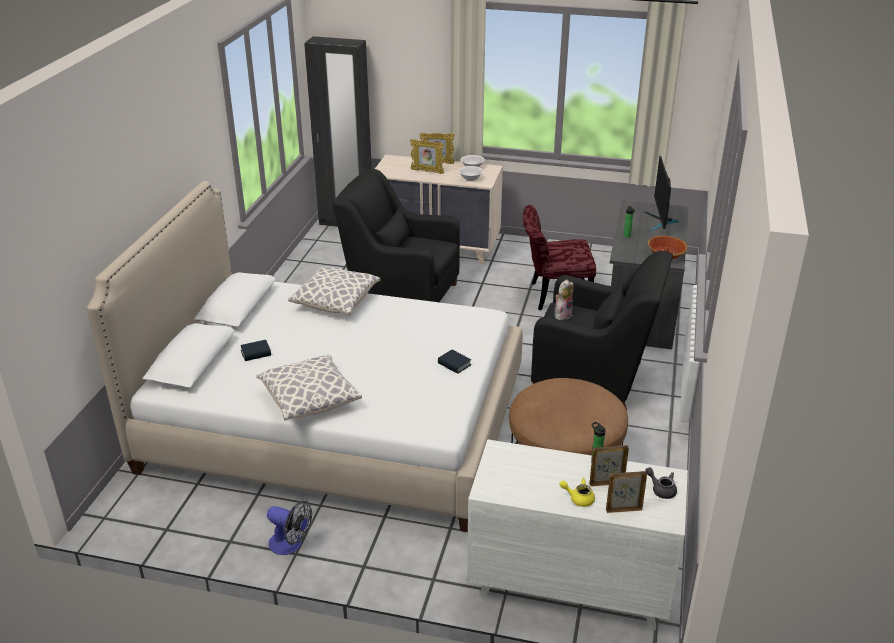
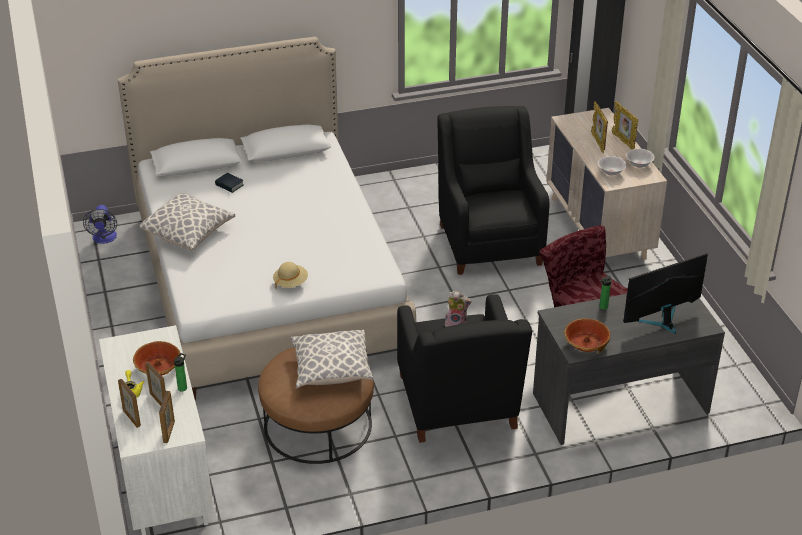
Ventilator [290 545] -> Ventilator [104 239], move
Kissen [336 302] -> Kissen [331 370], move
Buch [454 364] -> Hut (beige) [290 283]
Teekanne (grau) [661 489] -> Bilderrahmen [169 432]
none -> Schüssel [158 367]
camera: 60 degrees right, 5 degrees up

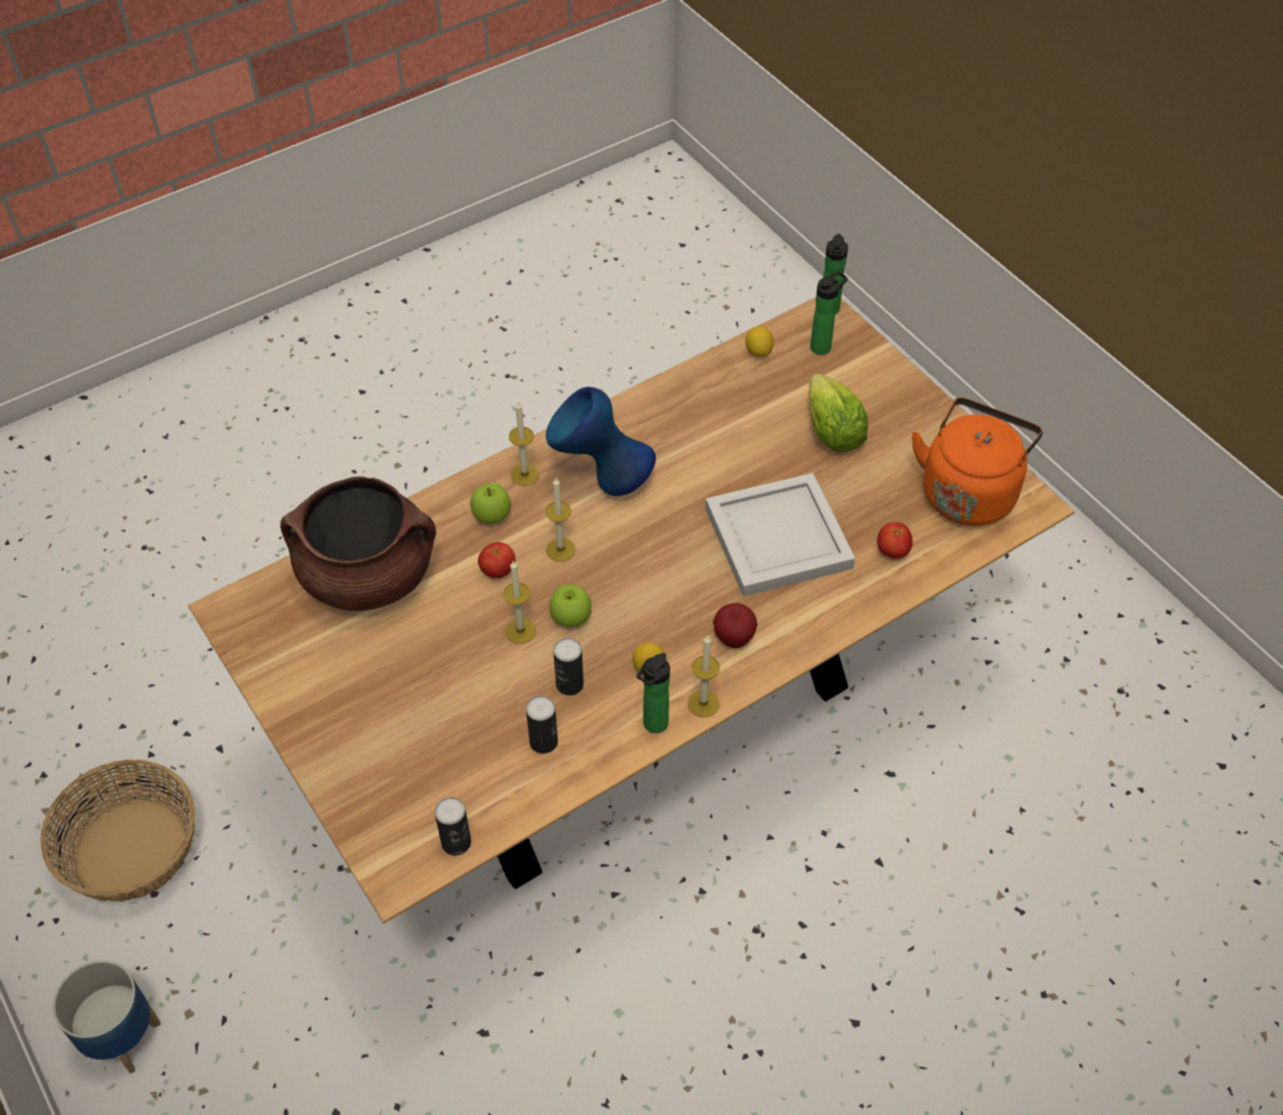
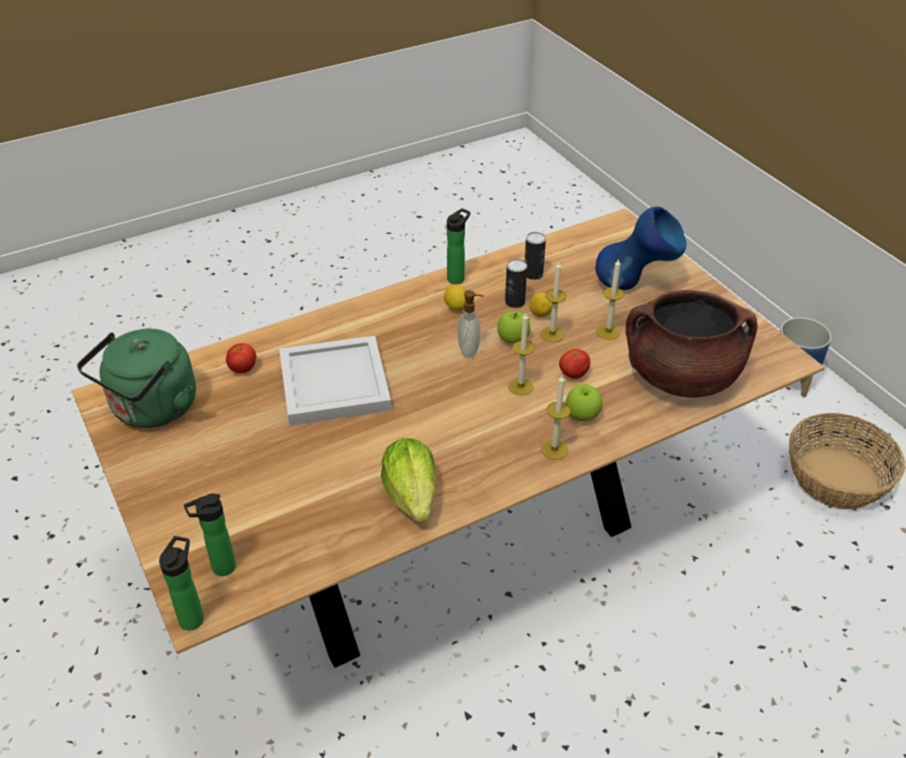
Dose [456 842] -> none
Vase (blau) [601 481] -> Vase (blau) [636 286], move
Kerze [703 703] -> Kerze [608 331], move
Apfel [733 639] -> none
Zitrone [758 351] -> Zitrone [540 314], move
Salatkopf [832 432] -> Salatkopf [412 496], move
Wasserkessel (orange) [969 491] -> Wasserkessel (grün) [151 410]
none -> Seifenspender [469 350]
camera: 175 degrees left, 10 degrees down

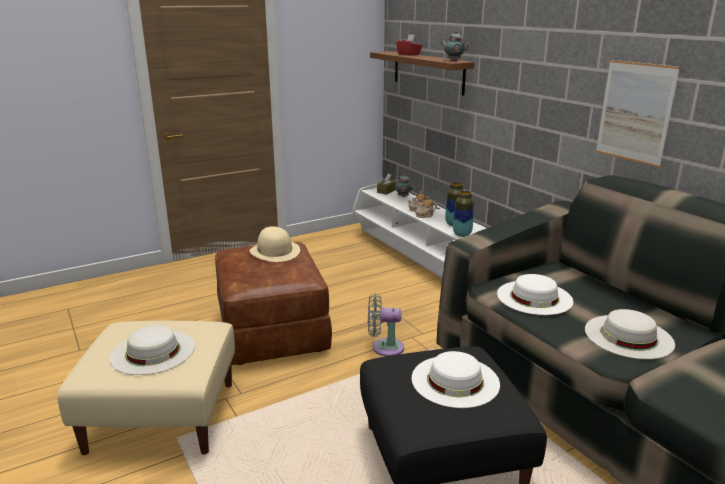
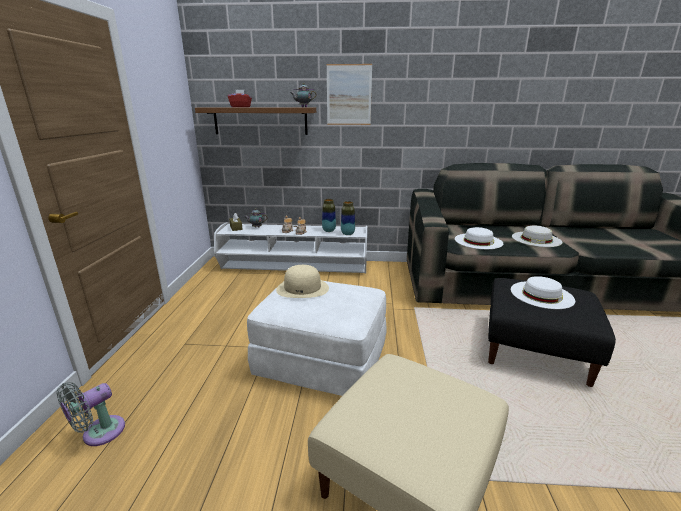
Hut (weiß) [153 351] -> none
Polsterhocker (braun) [271 331] -> Polsterhocker (weiß) [320 361]
Ventilator (grau) [384 347] -> Ventilator (grau) [99 433], move
Bild [635 112] -> Bild [349 95], move
camera: 55 degrees left, 0 degrees up

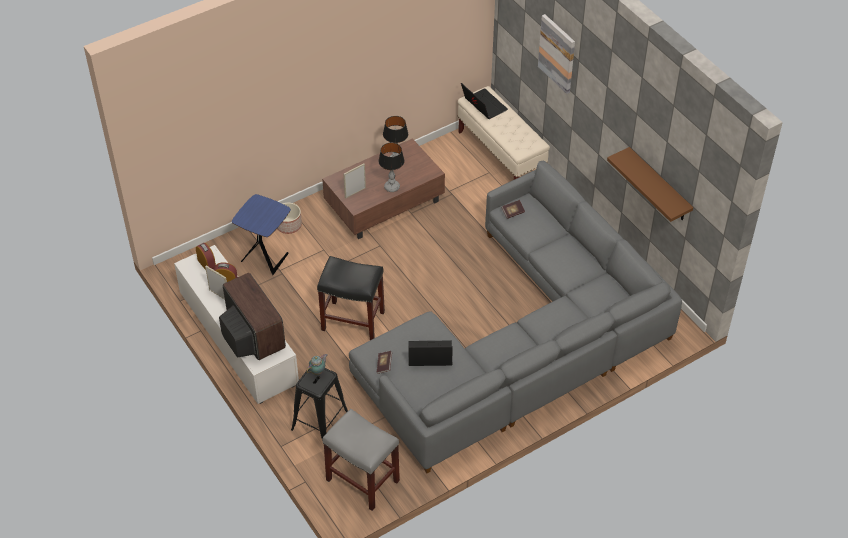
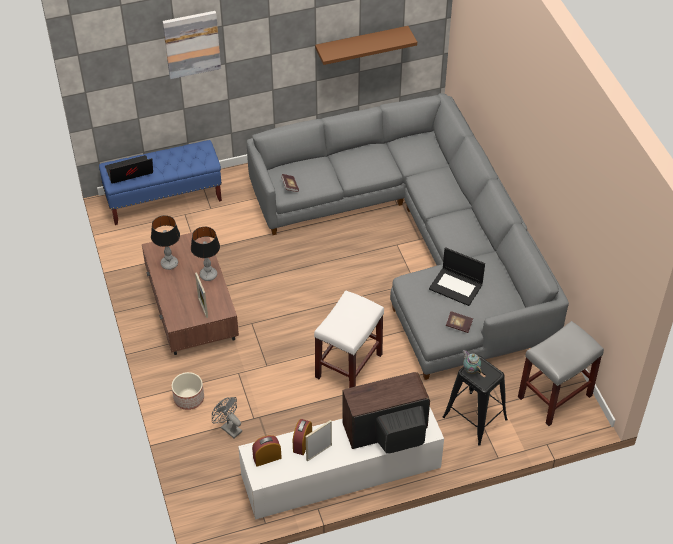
Beistelltisch (blau) [266 257] -> Ventilator (grau) [228 428]
Hocker (schwarz) [353 320] -> Hocker (weiß) [348 365]
Laptop [429 354] -> Laptop [456 286], 75 degrees counterclockwise
Bank (beige) [501 155] -> Bank (blau) [164 199]
camera: 75 degrees left, 0 degrees up

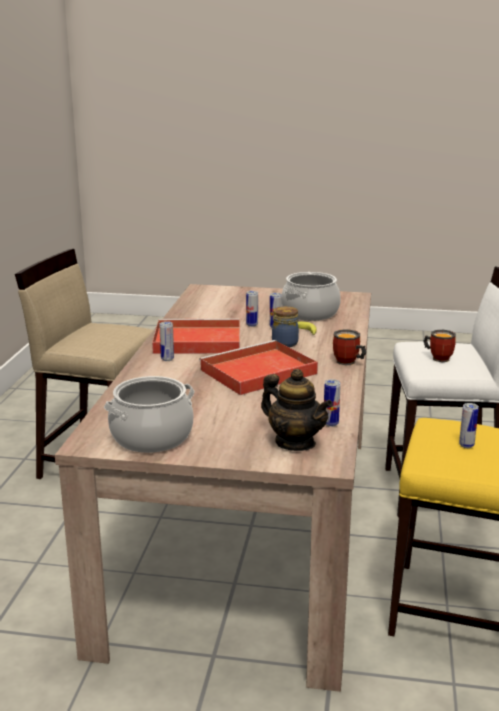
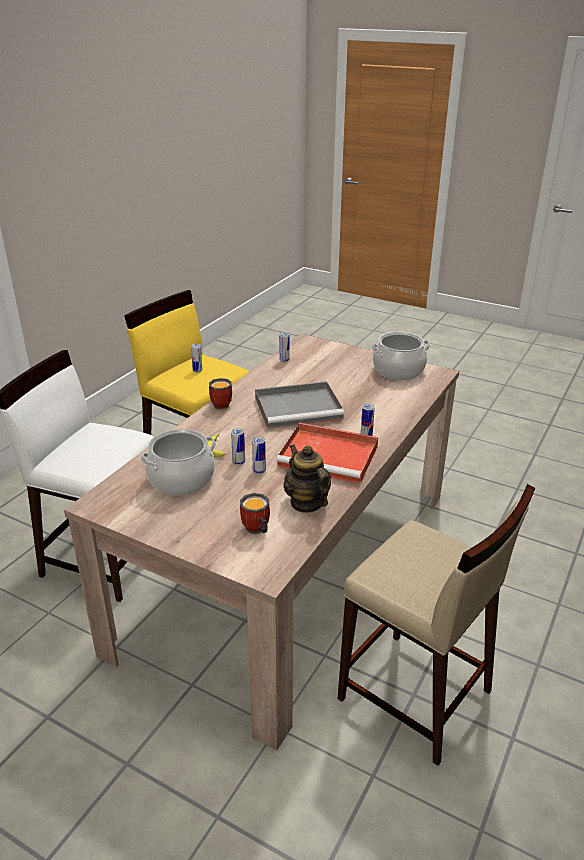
Tablett (rot) [257 372] -> Tablett (grau) [300 408]
Teekanne [295 443] -> Teekanne [306 503], move
Vorratsglas [284 343] -> none
Henkelbecher [438 357] -> Henkelbecher [255 530], move
camera: 160 degrees left, 10 degrees up

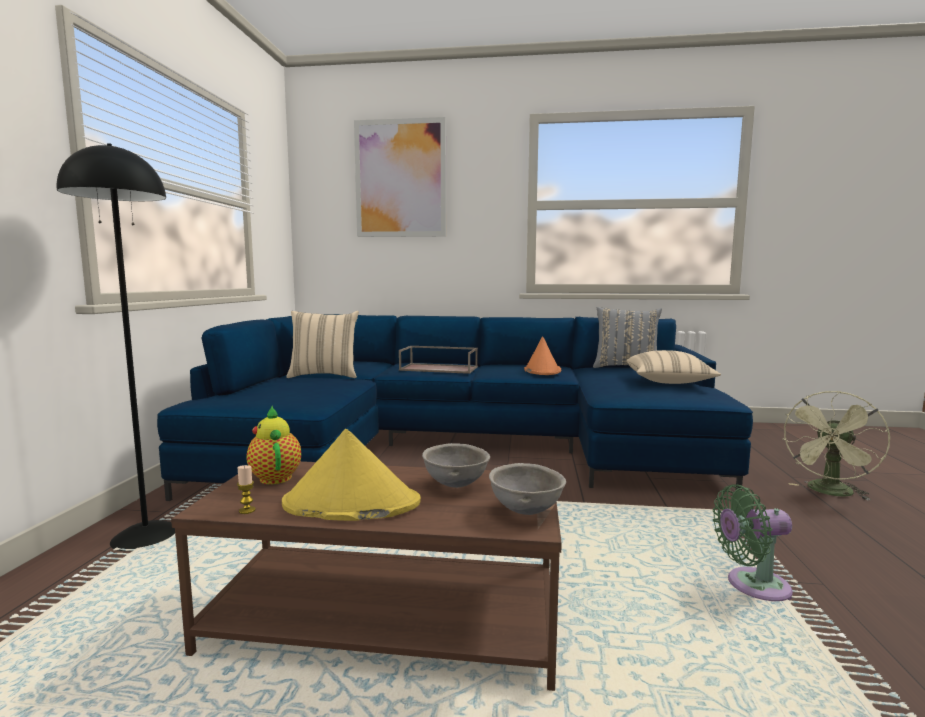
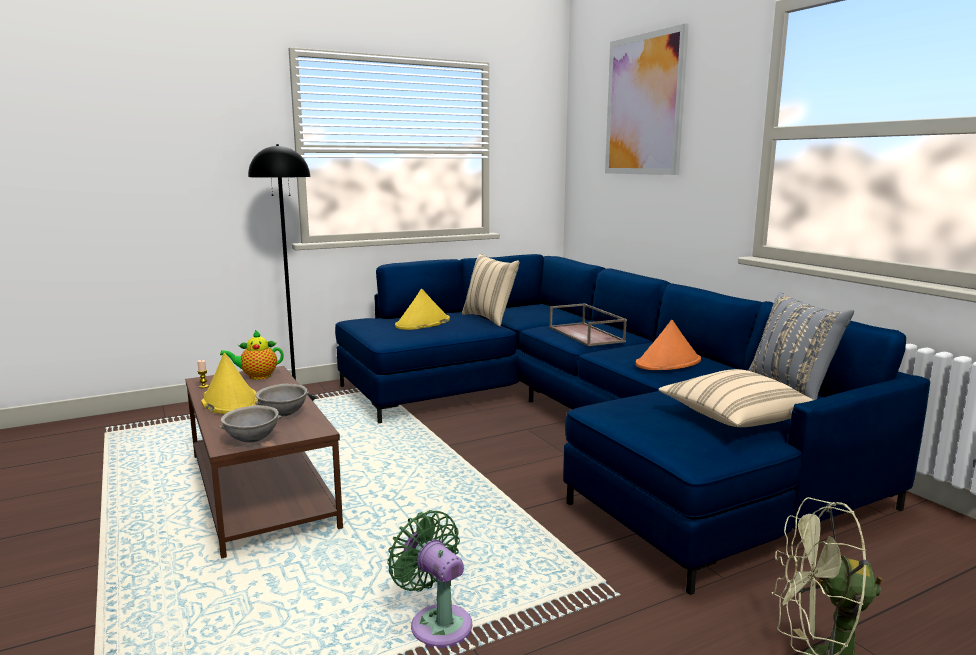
Teekanne [275 477] -> Teekanne [257 376], 135 degrees counterclockwise
none -> Hut (gelb) [422 323]
camera: 55 degrees right, 5 degrees up

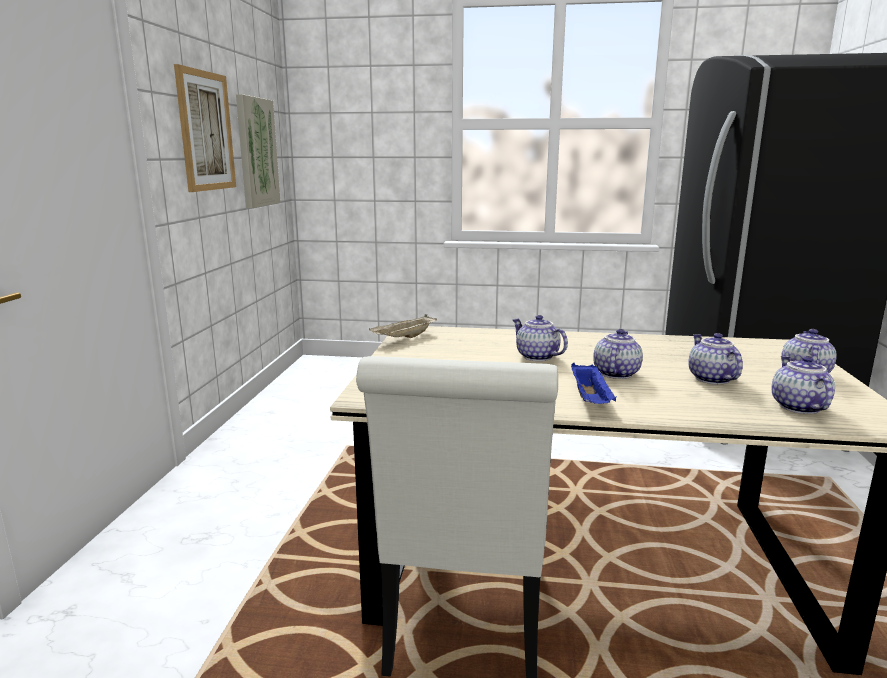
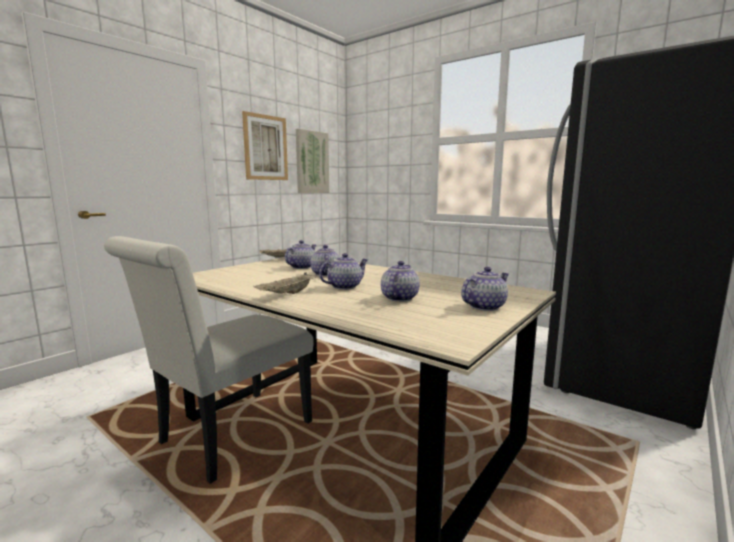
Tablett (blau) [590 400] -> Tablett (beige) [287 294]
Teekanne [797 407] -> Teekanne [301 267], move
camera: 30 degrees right, 5 degrees down

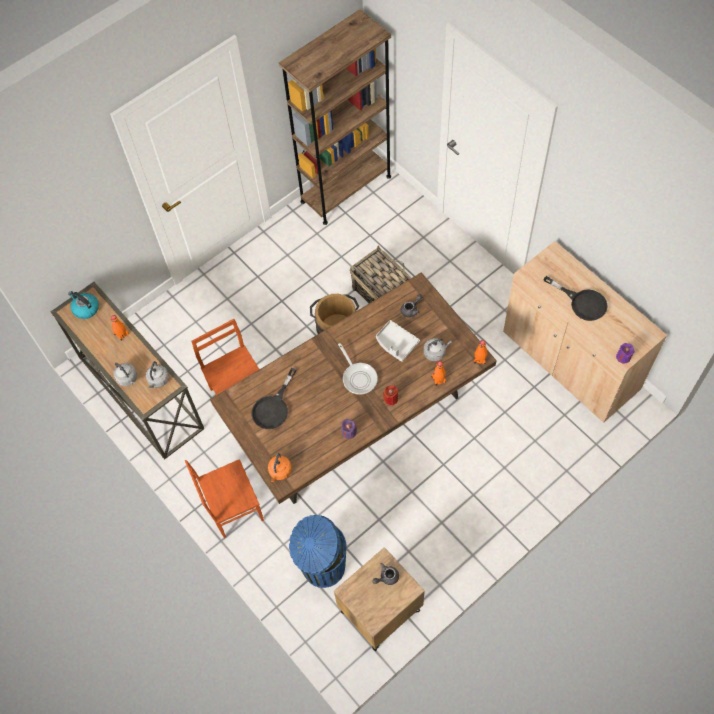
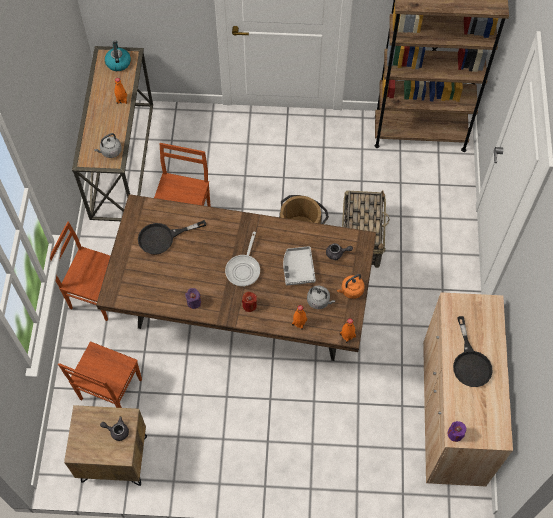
Wasserkessel (grau) [127 379] -> none
Wasserkessel (orange) [280 472] -> Wasserkessel (orange) [351 291], move
Mülleimer (blau) [322 567] -> Stuhl (braun) [109 390]
camera: 40 degrees right, 0 degrees up

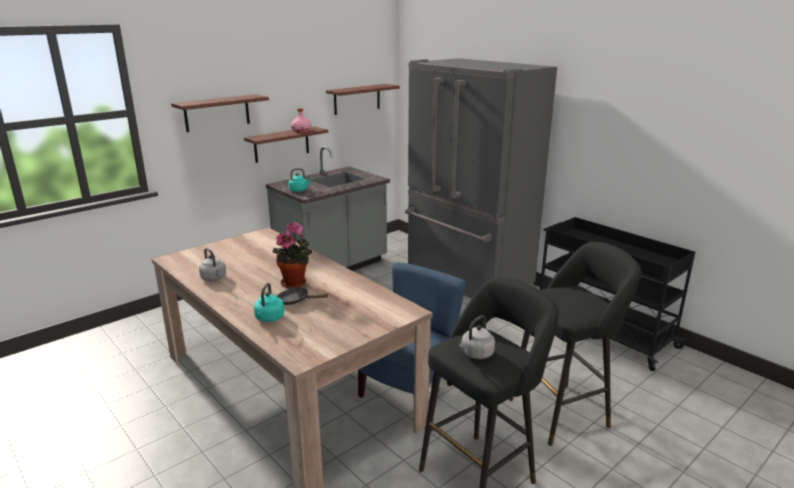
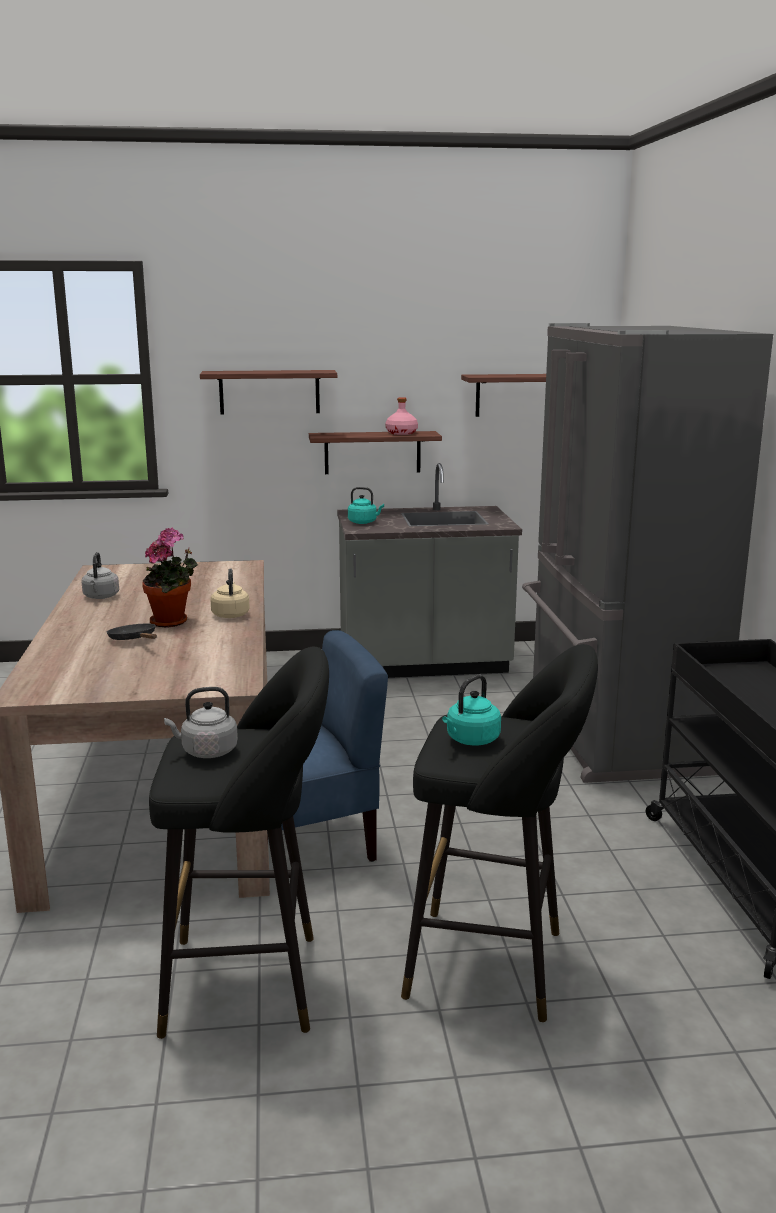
Wasserkessel (türkis) [269 318] -> Wasserkessel (türkis) [471 740], move
none -> Wasserkessel (beige) [230 614]
camera: 35 degrees right, 5 degrees down

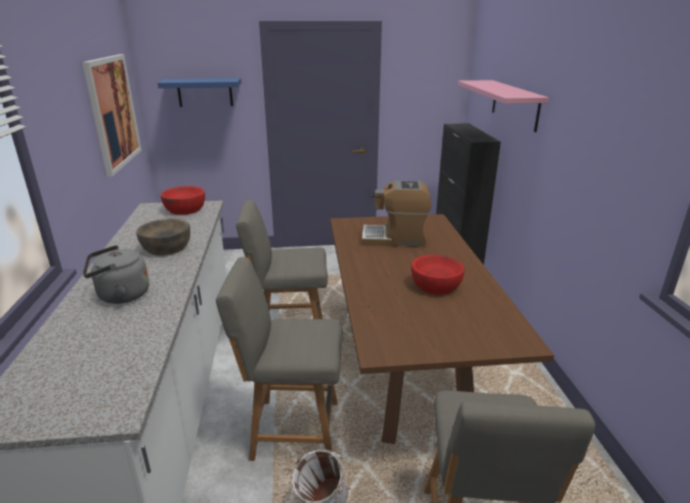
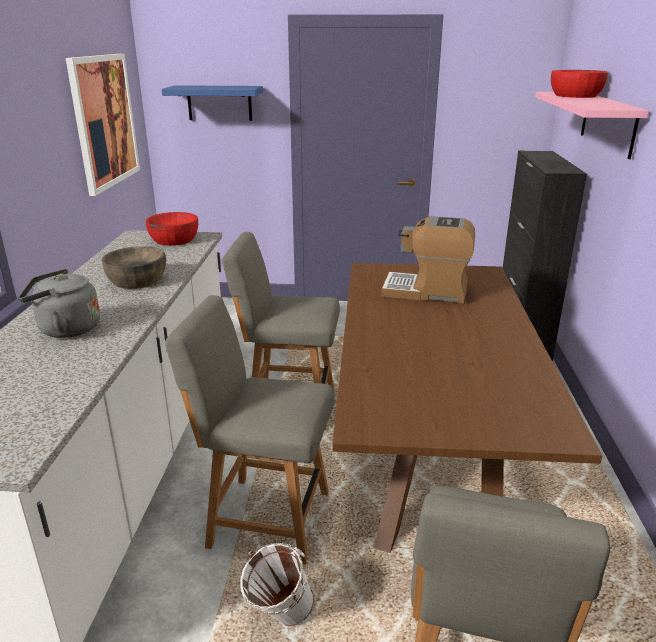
Schüssel (rot) [435 285] -> Schüssel (rot) [575 95], move
camera: 10 degrees right, 0 degrees up

